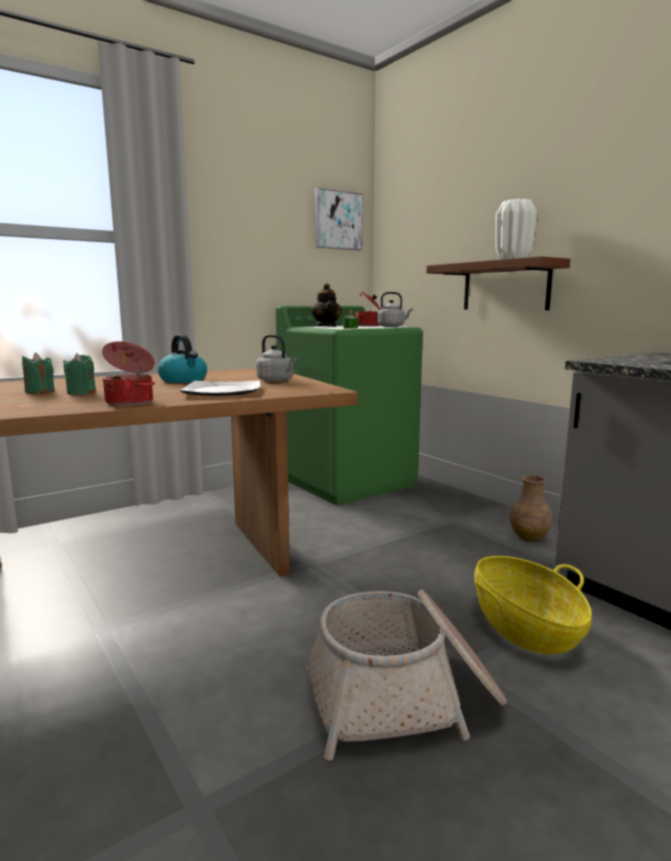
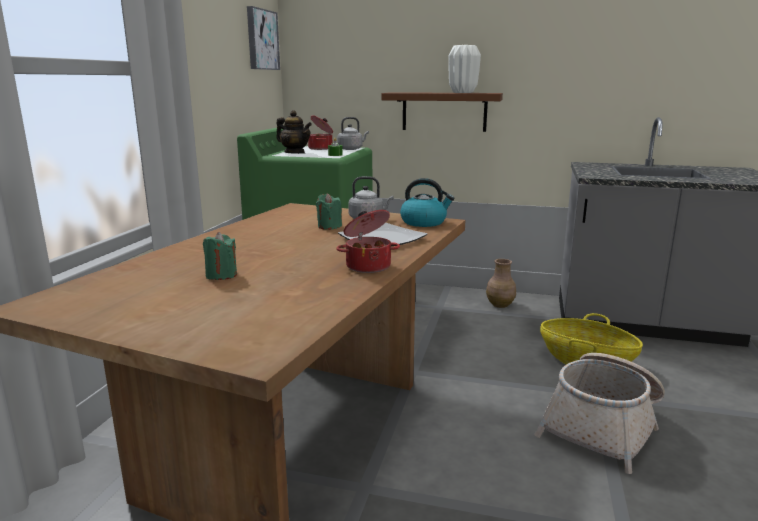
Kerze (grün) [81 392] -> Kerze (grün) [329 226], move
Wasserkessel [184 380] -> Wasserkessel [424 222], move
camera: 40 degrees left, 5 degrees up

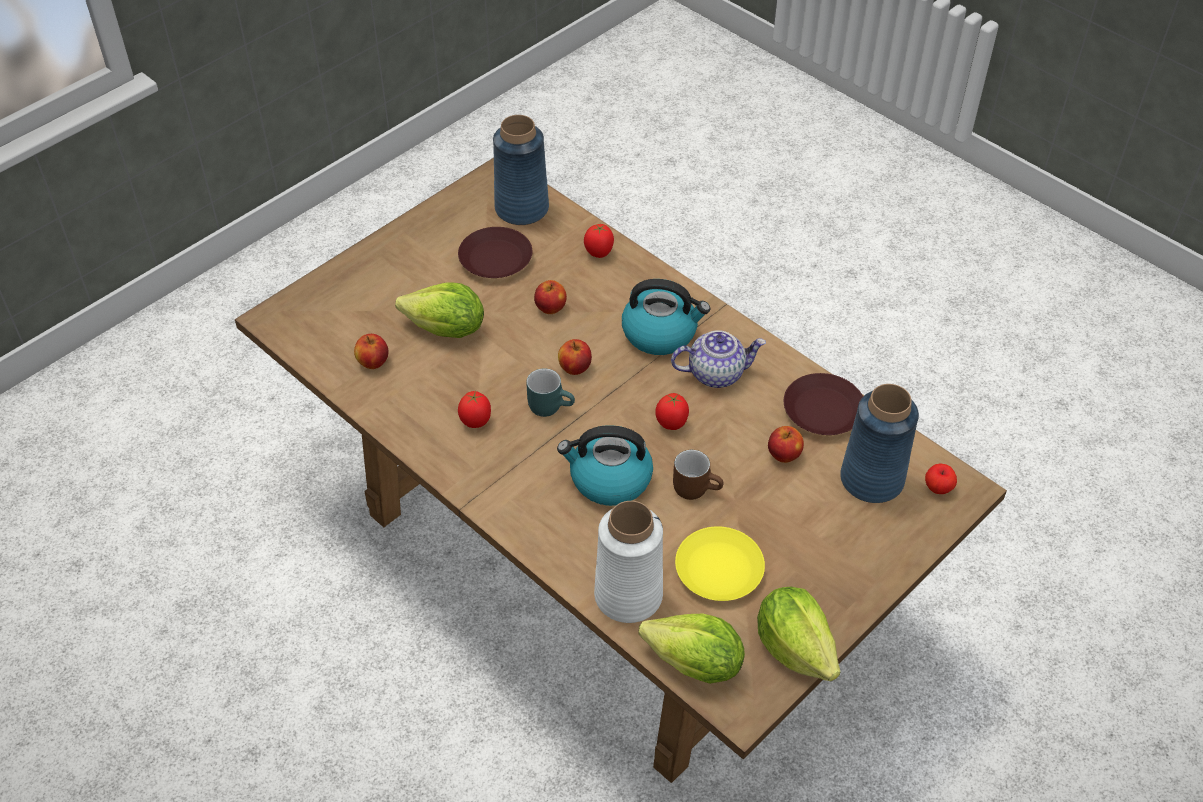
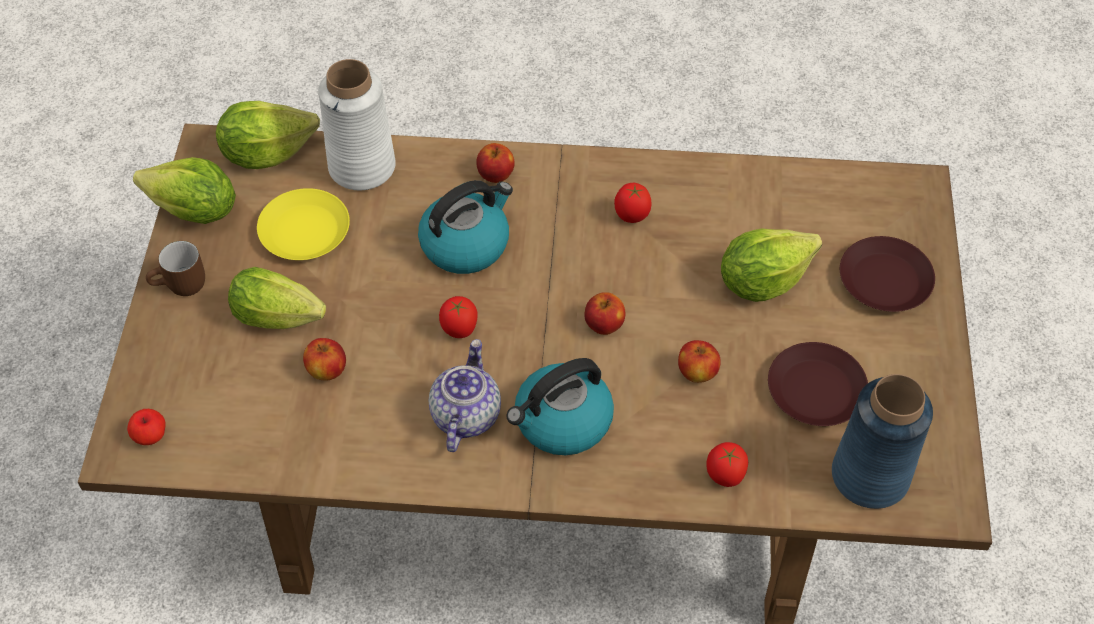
Apfel [373 362] -> Apfel [495 175], move
Henkelbecher (türkis) [550 405] -> none
Teekanne [716 373] -> Teekanne [465 415], 150 degrees clockwise
Henkelbecher (braun) [696 487] -> Henkelbecher (braun) [181 287], move
Teller (braun) [822 410] -> Teller (braun) [885 281], move
Vase (blau) [871 480] -> none
none -> Salatkopf [282 318]
camera: 140 degrees right, 5 degrees up

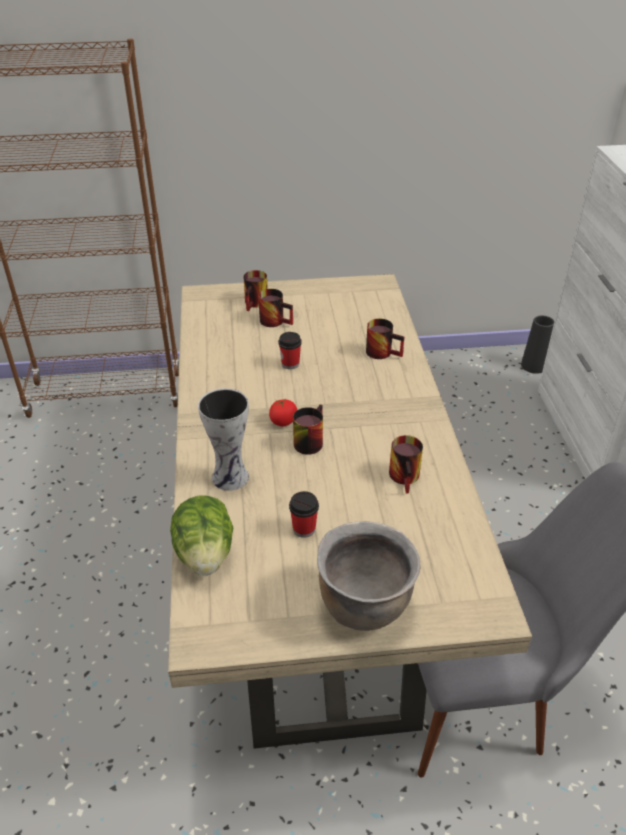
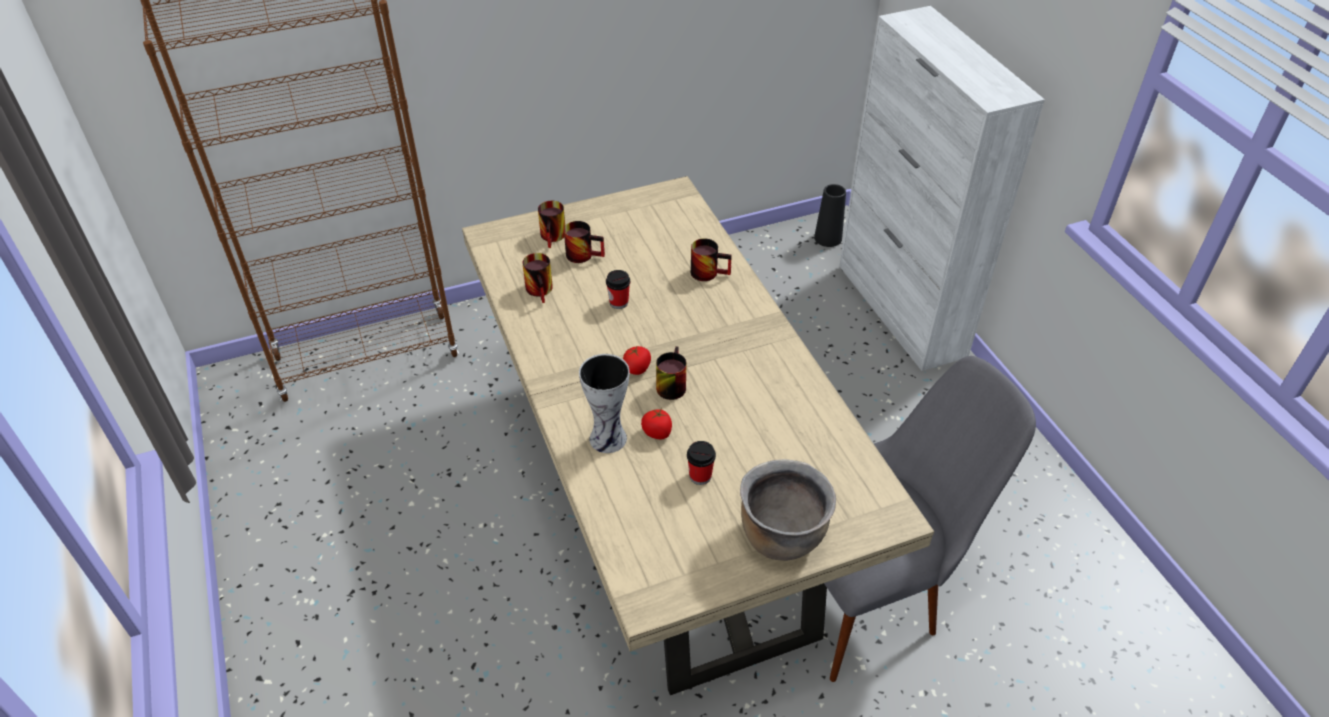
Salatkopf [205 554] -> none
Henkelbecher [407 477] -> Henkelbecher [542 290], move
none -> Tomate [657 432]
camera: 15 degrees left, 5 degrees up

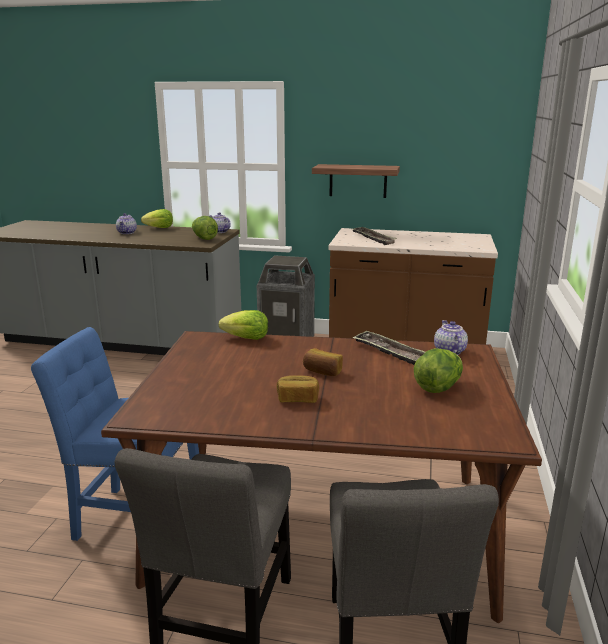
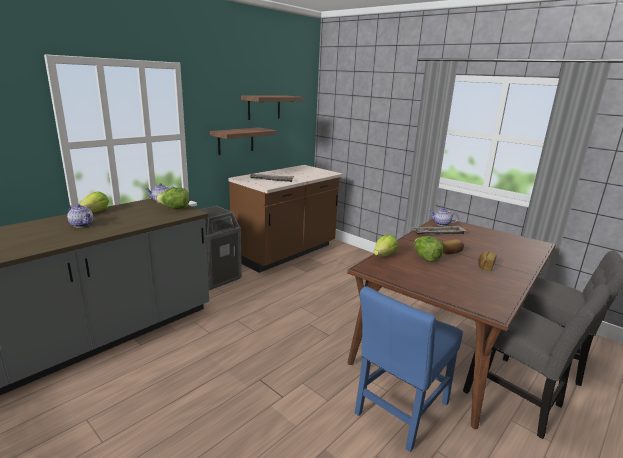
Salatkopf [438 387] -> Salatkopf [425 258], move
none -> Wandregal [264 107]
camera: 60 degrees left, 0 degrees up

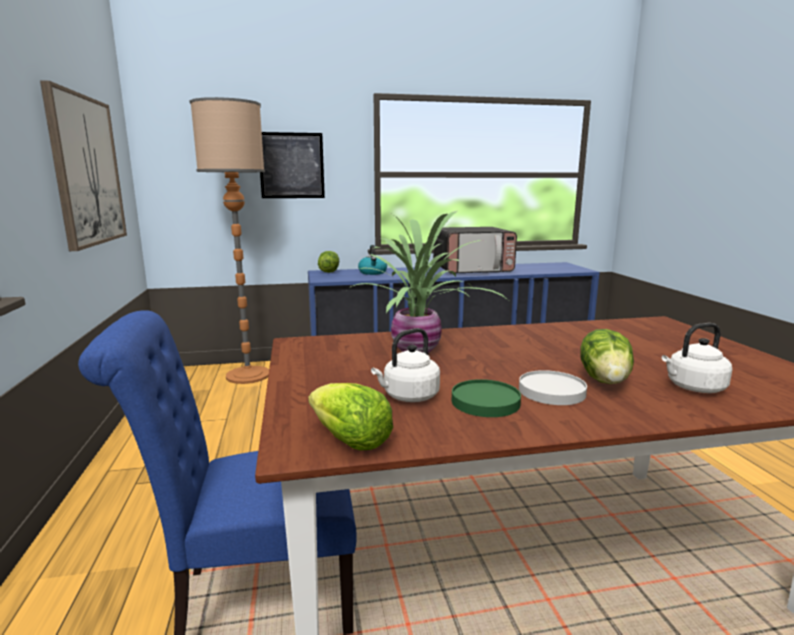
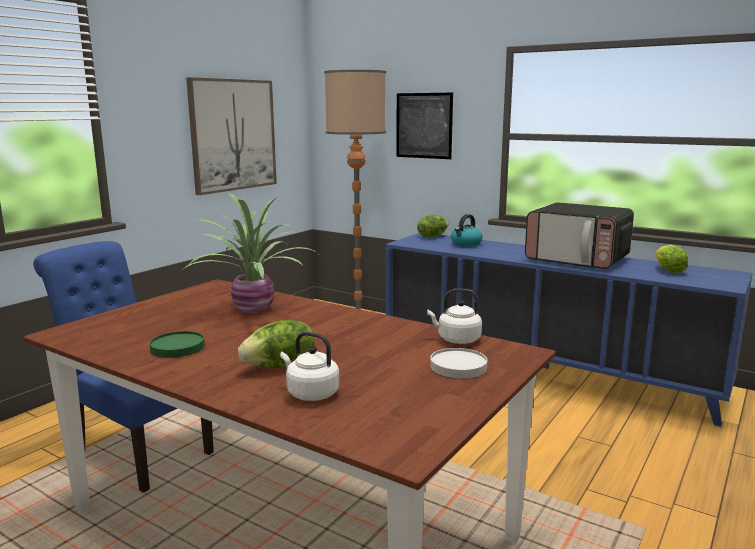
Salatkopf [350 441] -> Salatkopf [668 270], move
Wasserkessel (weiß) [408 397] -> Wasserkessel (weiß) [456 339], move
Teller (weiß) [552 391] -> Teller (weiß) [458 366], move
camera: 45 degrees right, 0 degrees up

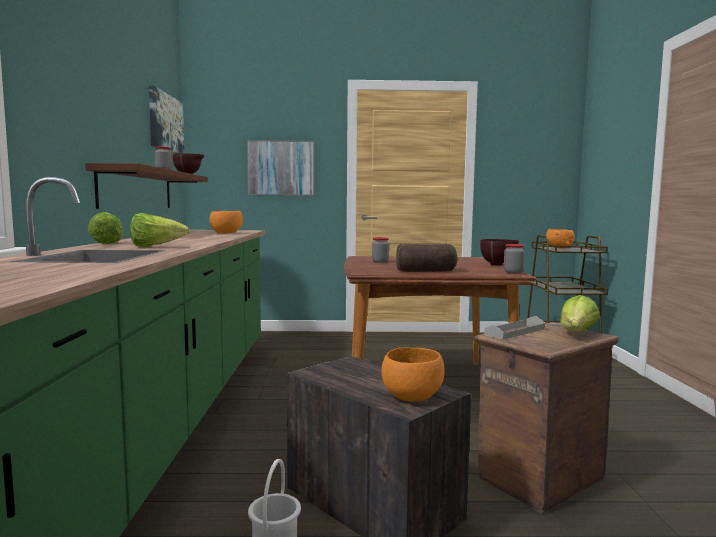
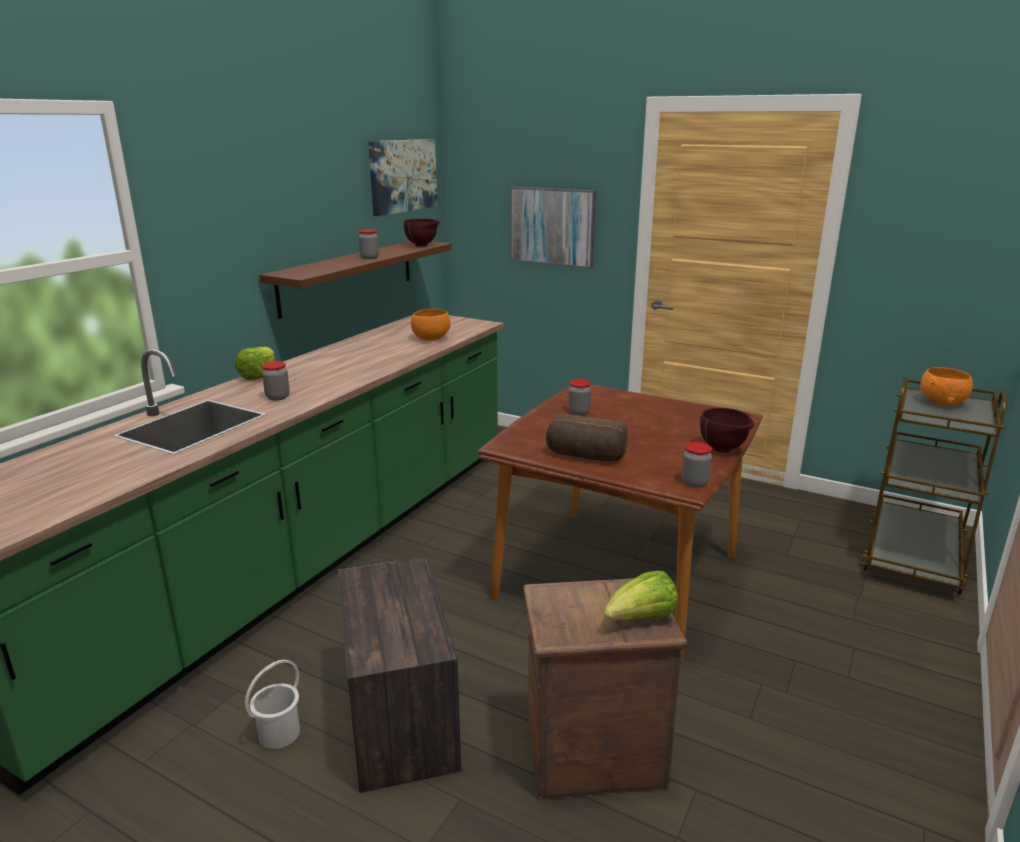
Salatkopf [155 246] -> Vorratsglas [277 397]
Schüssel (orange) [412 397] -> none
Tablett (grau) [515 332] -> none
camera: 30 degrees right, 15 degrees up

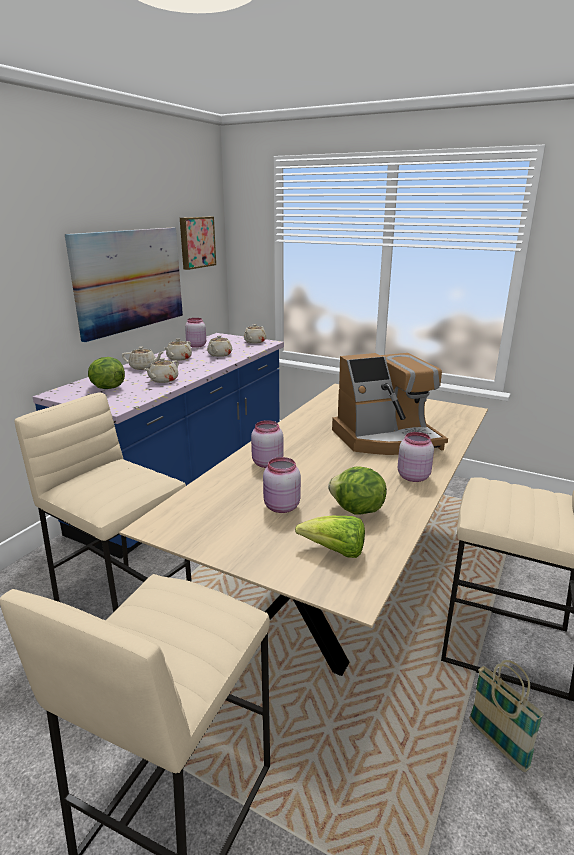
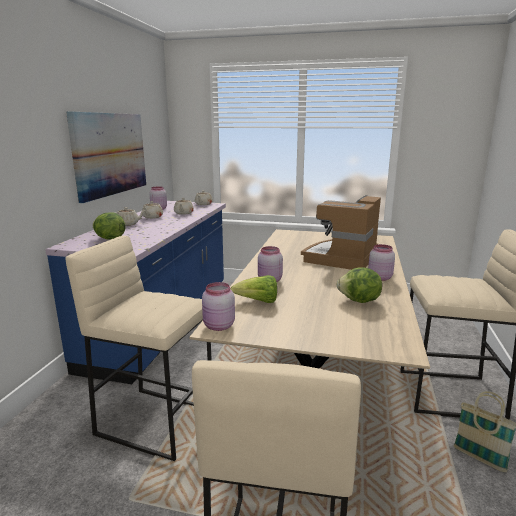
Teekanne (beige) [163 380] -> none
Bild [196 242] -> none
Vorratsglas (rosa) [281 507] -> Vorratsglas (rosa) [218 326], move
Salatkopf [335 551] -> Salatkopf [258 302], move
Kaffeemaschine [386 438] -> Kaffeemaschine [342 258], 150 degrees clockwise
camera: 15 degrees left, 5 degrees down

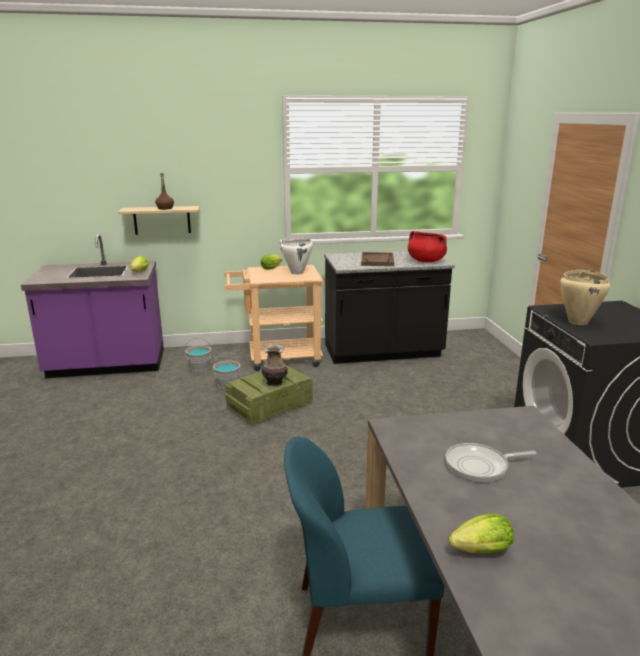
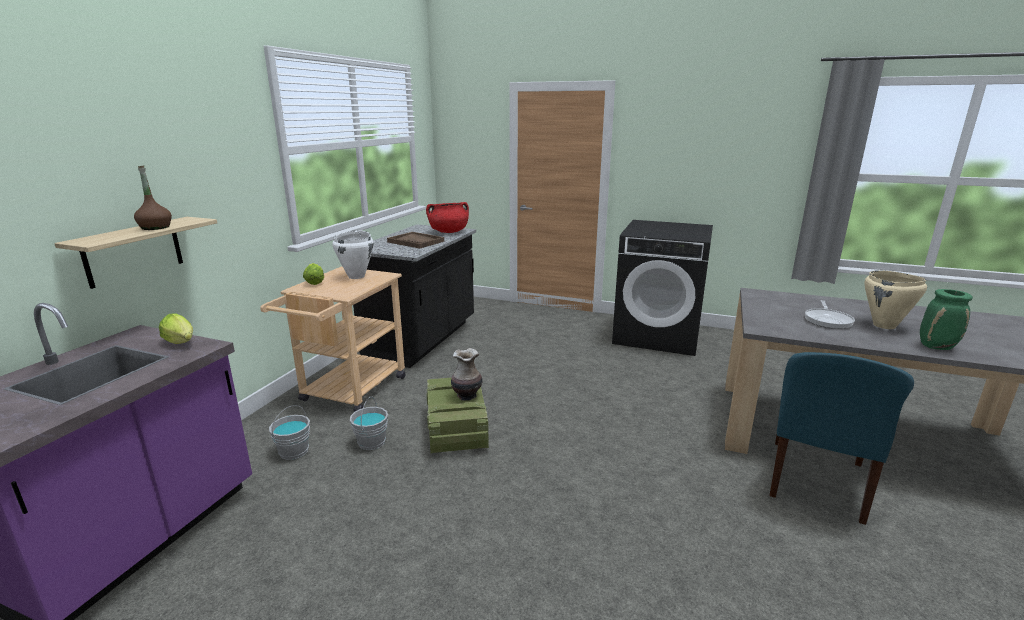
Salatkopf [478 552] -> Vase (grün) [937 347]
Kochtopf (beige) [577 322] -> Kochtopf (beige) [884 325], move
camera: 60 degrees left, 0 degrees up

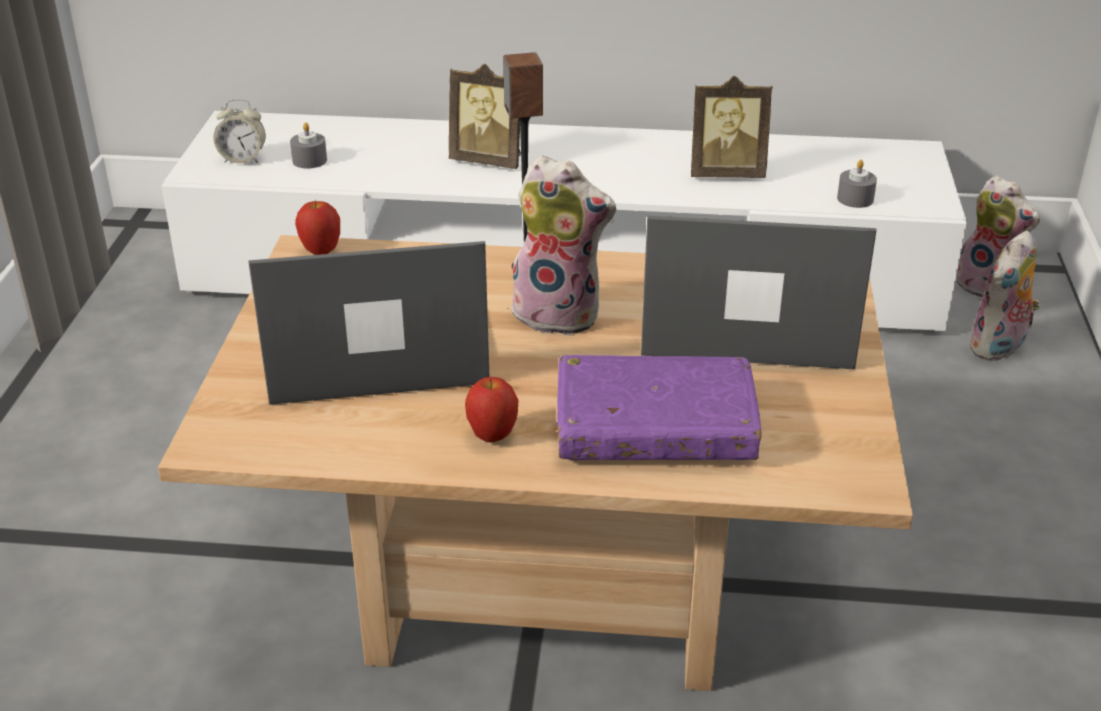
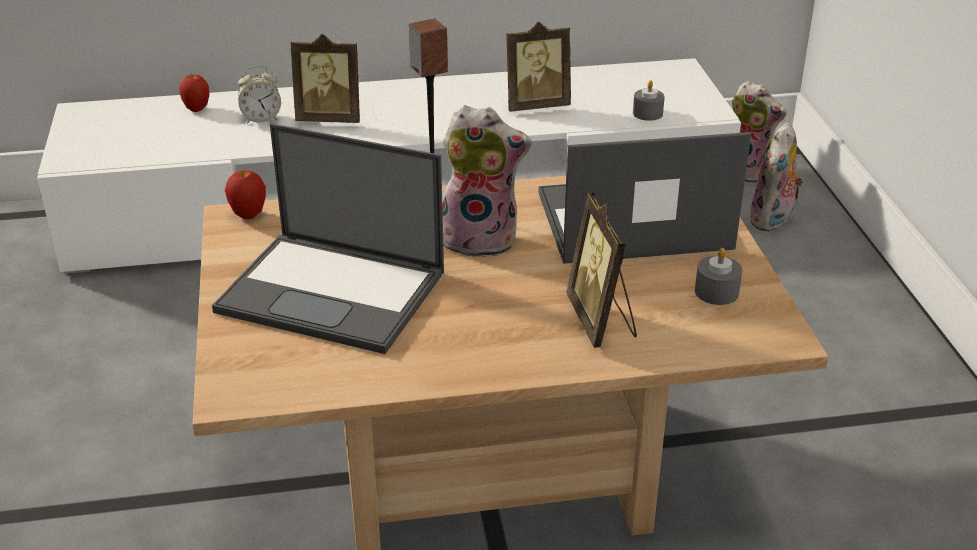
Wecker [243 159] -> Wecker [261 119], move
Laptop [372 348] -> Laptop [335 292], 135 degrees counterclockwise
Kerze (grau) [309 160] -> Kerze (grau) [716 292], move
Apfel [492 436] -> Apfel [197 109], move
Buch (lila) [655 428] -> Bilderrahmen [602 321]
camera: 15 degrees left, 0 degrees up

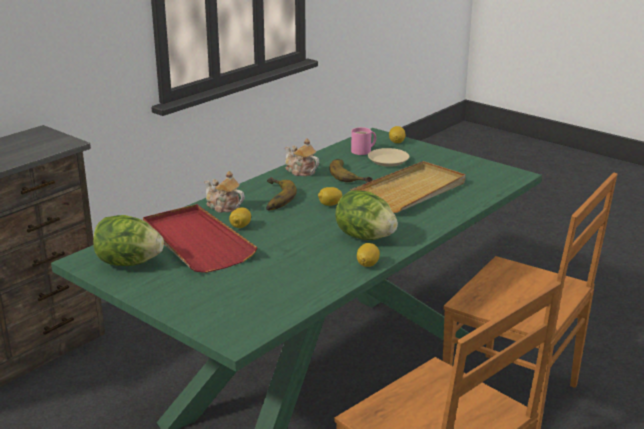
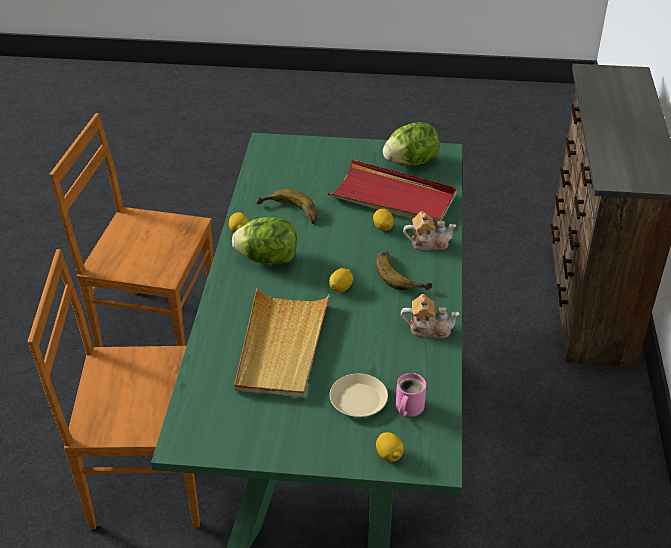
Banane [351 175] -> Banane [288 213], move
camera: 145 degrees right, 15 degrees up

